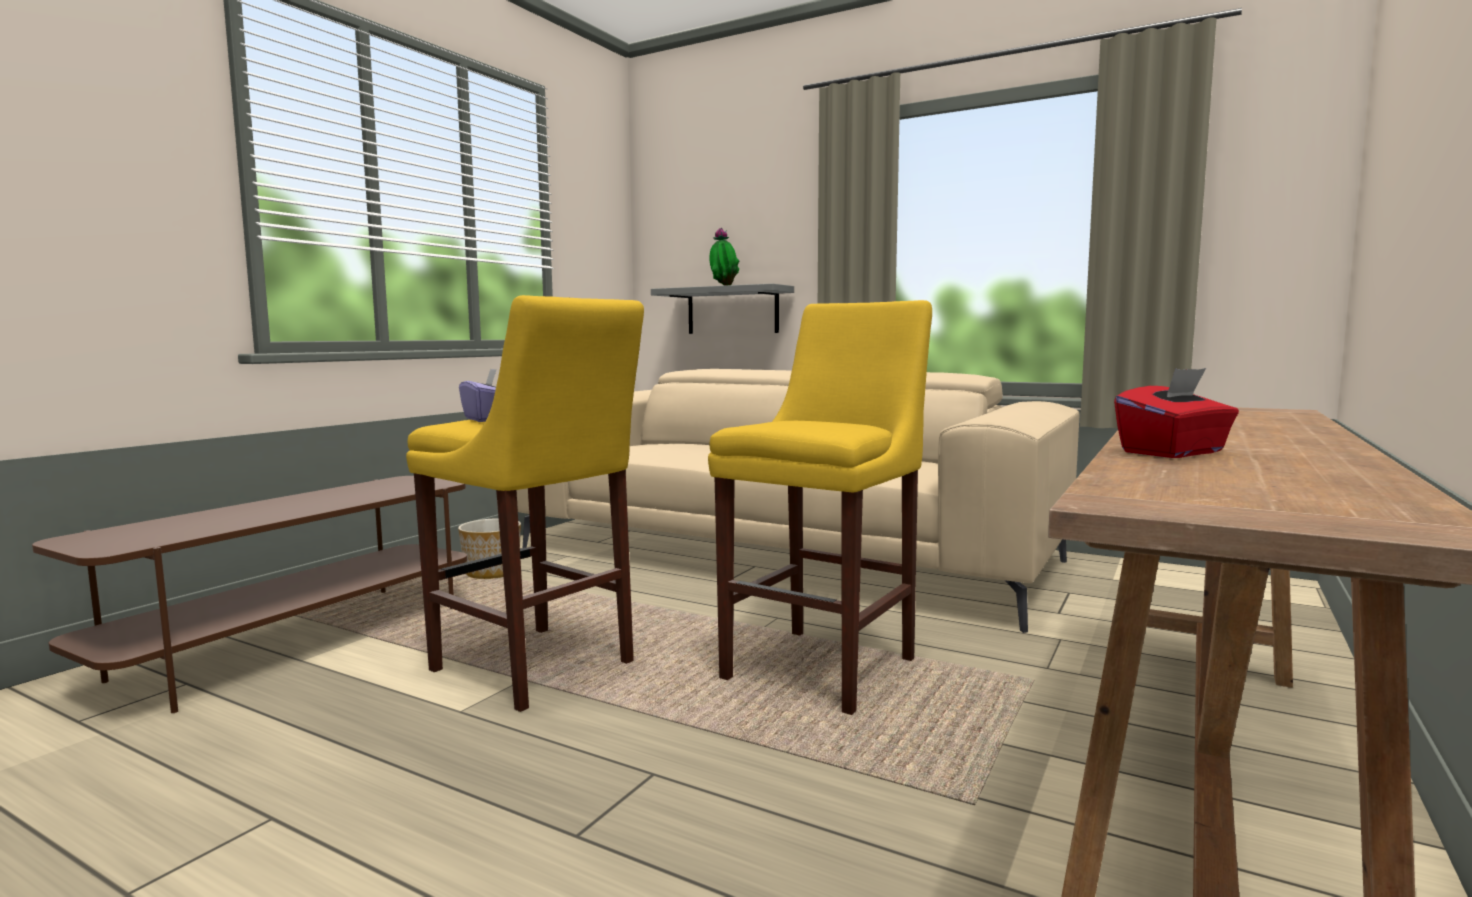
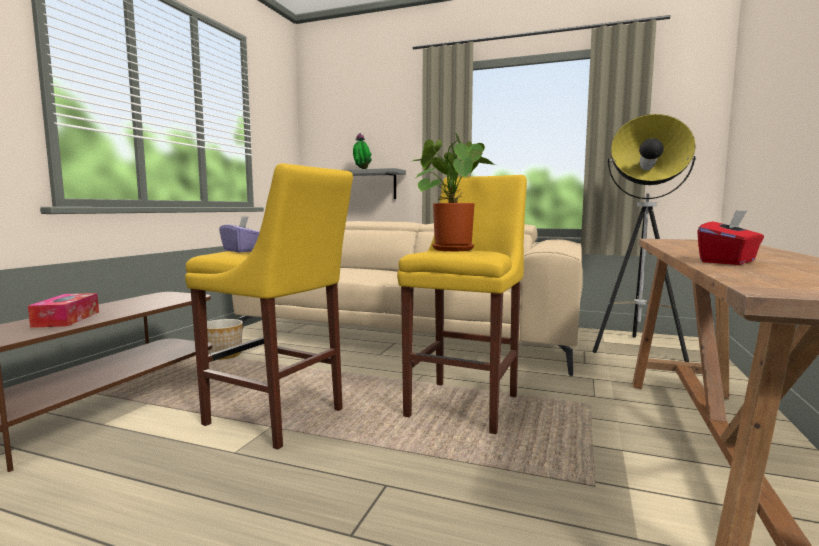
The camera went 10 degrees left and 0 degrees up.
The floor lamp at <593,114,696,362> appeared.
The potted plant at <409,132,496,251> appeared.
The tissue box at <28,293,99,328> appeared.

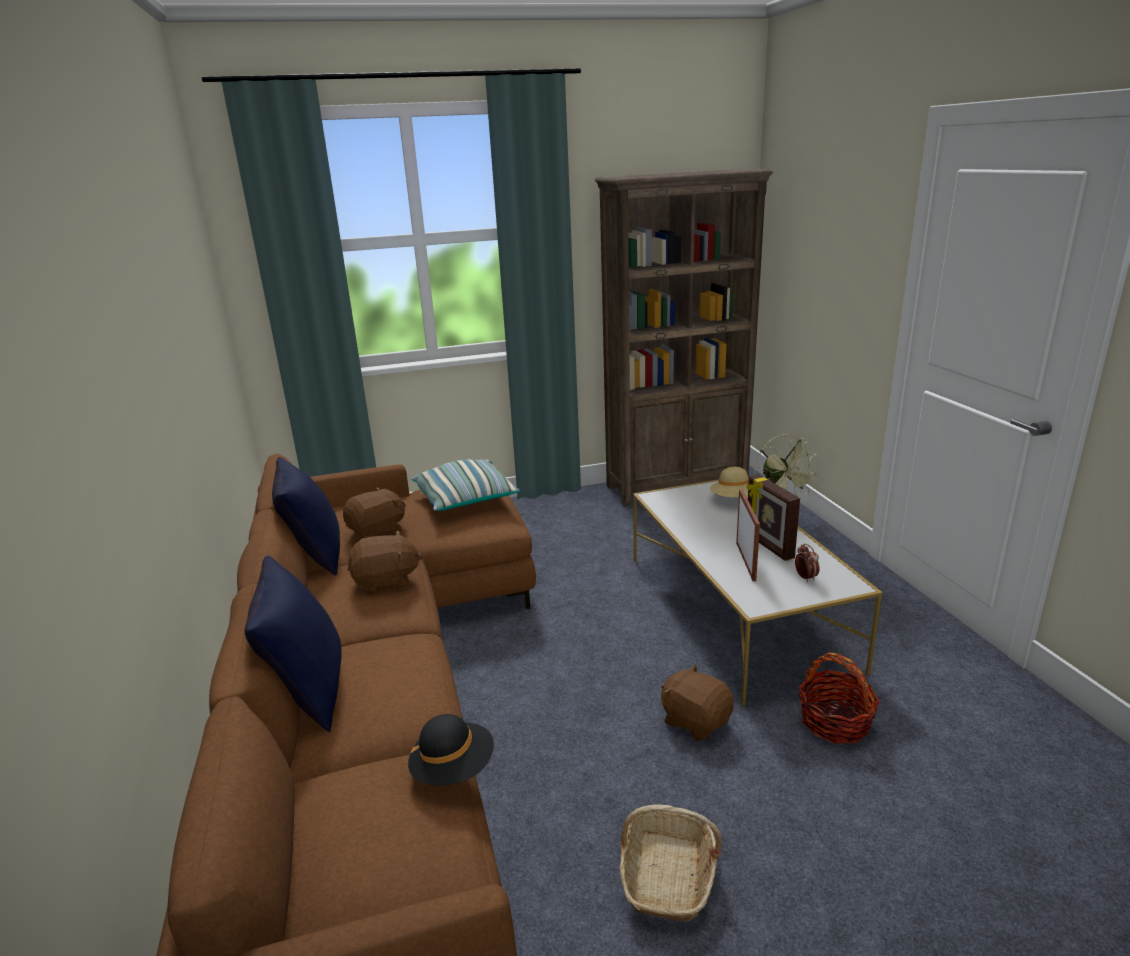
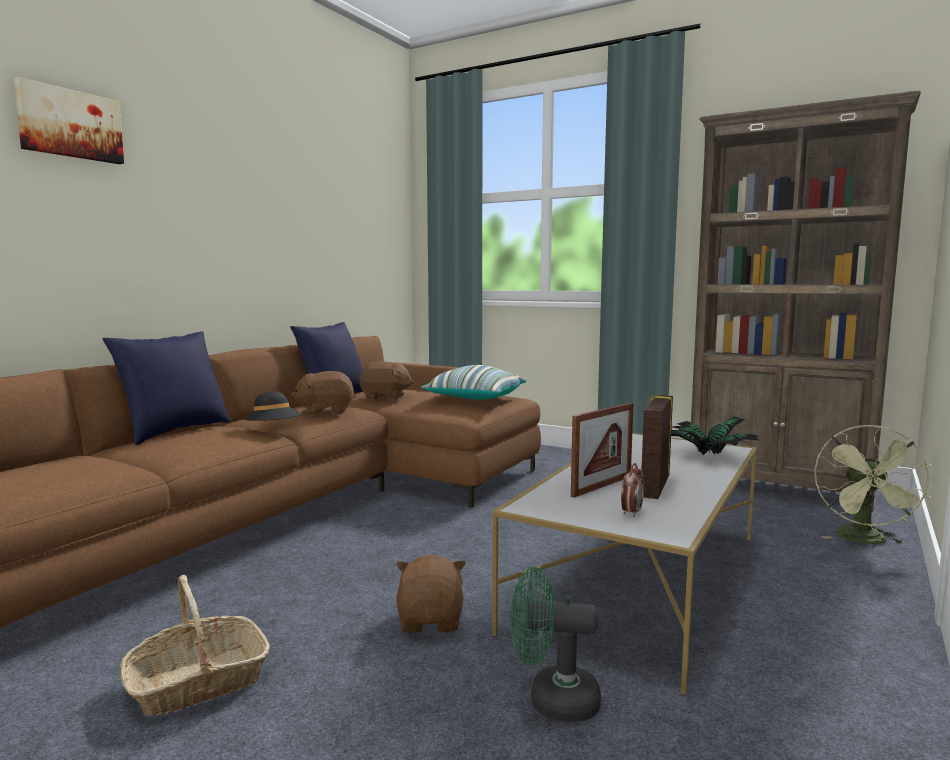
The camera went 45 degrees right and 15 degrees down.
The beige hat at <710,467,749,497> was replaced by the potted plant at <671,417,760,455>.
The brown plush toy at <348,530,423,594> turned 135 degrees clockwise.
The basket at <798,652,880,744> was replaced by the green fan at <510,567,601,722>.
The black hat moved from <408,714,494,786> to <244,391,302,425>.
The picture at <14,77,124,164> appeared.

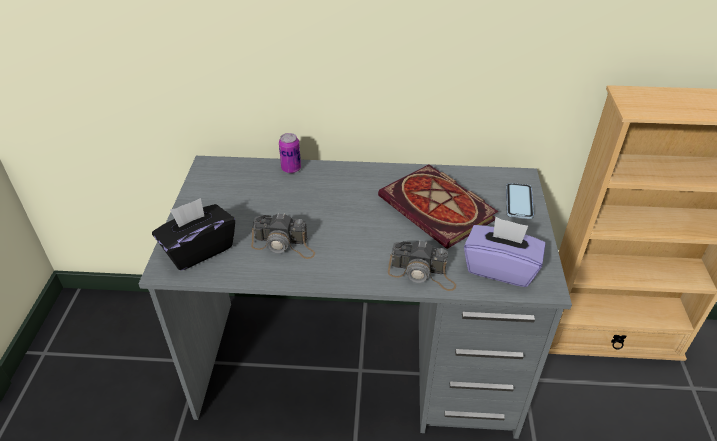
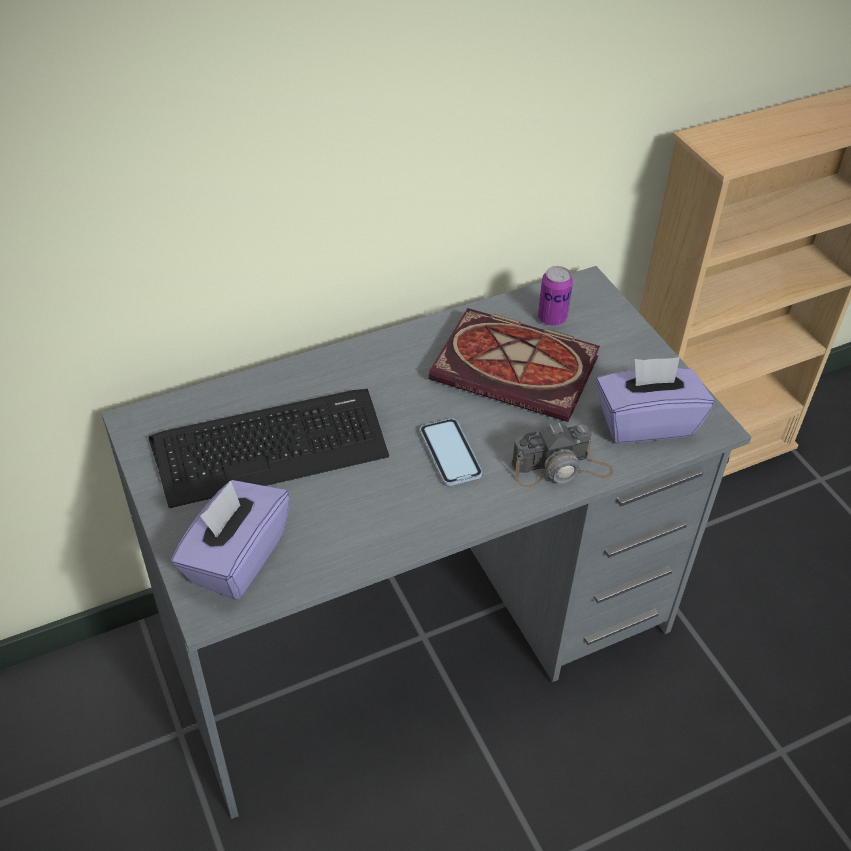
The camera went 30 degrees left and 5 degrees up.
The can moved from <279,133,301,173> to <538,266,573,326>.
The phone moved from <506,183,534,219> to <420,418,483,486>.
The black tissue box at <152,198,235,271> became the purple tissue box at <171,480,290,600>.
The photo camera at <251,213,315,259> disappeared.
The keyboard at <149,389,389,508> appeared.

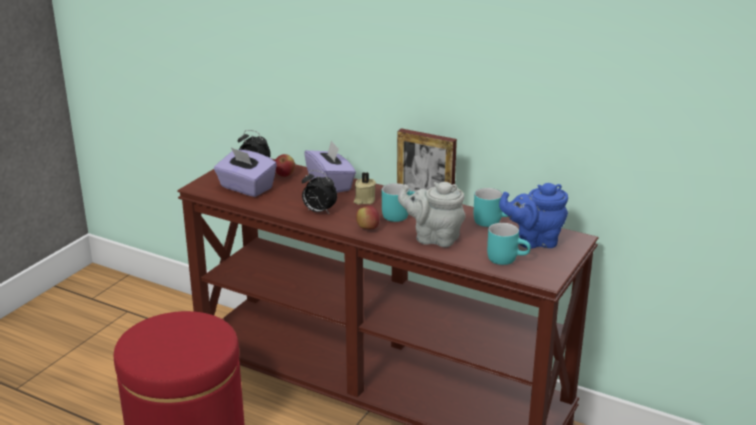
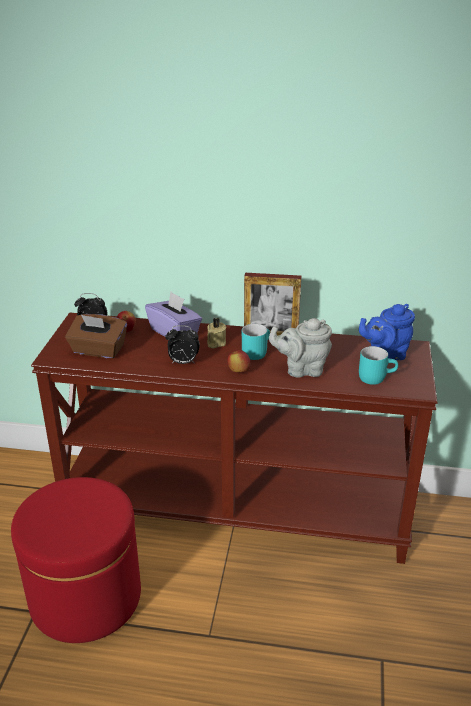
The camera went 20 degrees left and 5 degrees up.
The purple tissue box at <214,147,277,197> became the brown tissue box at <65,314,127,358>.
The turquoise mug at <474,188,508,227> disappeared.

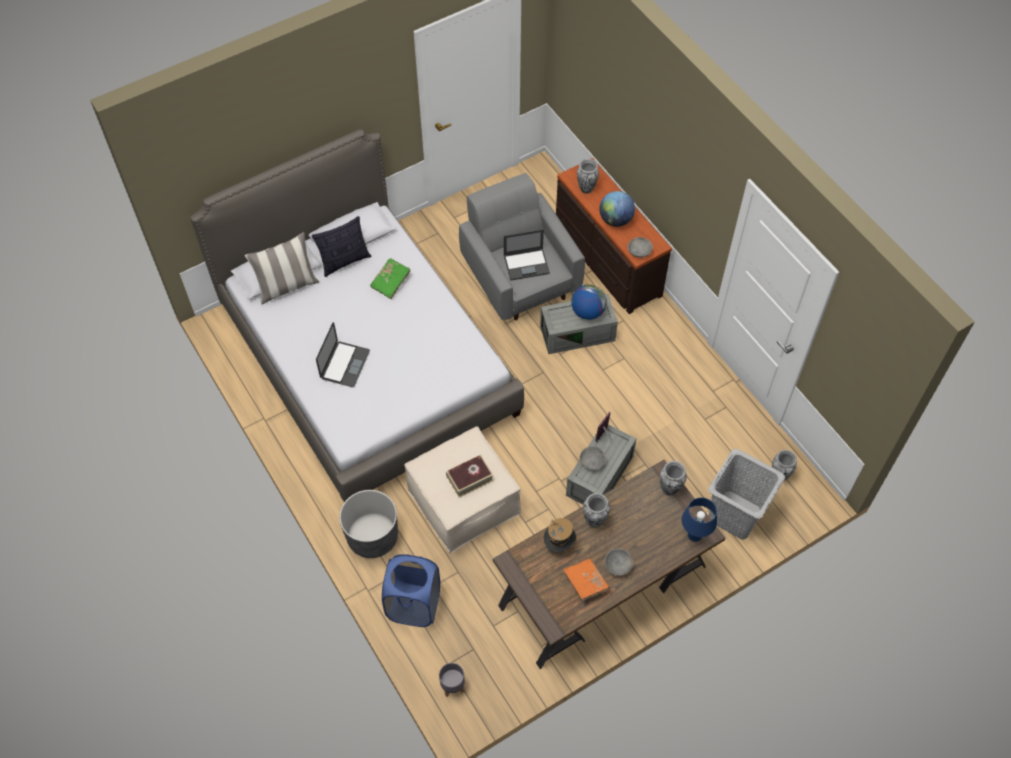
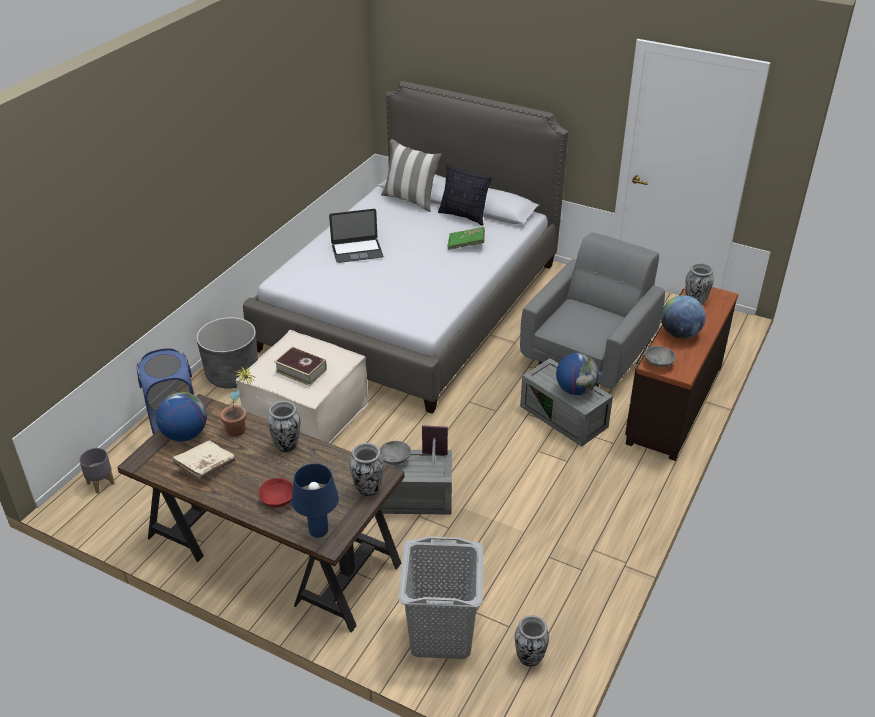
The camera went 60 degrees right and 20 degrees down.
The laptop at <504,229,550,281> disappeared.
The hat at <544,518,576,552> was replaced by the potted plant at <220,366,256,437>.
The grey bowl at <604,548,634,576> disappeared.
The orange book at <562,559,610,602> became the beige book at <172,440,235,479>.
The globe at <156,392,207,441> appeared.
The red bowl at <259,478,293,508> appeared.

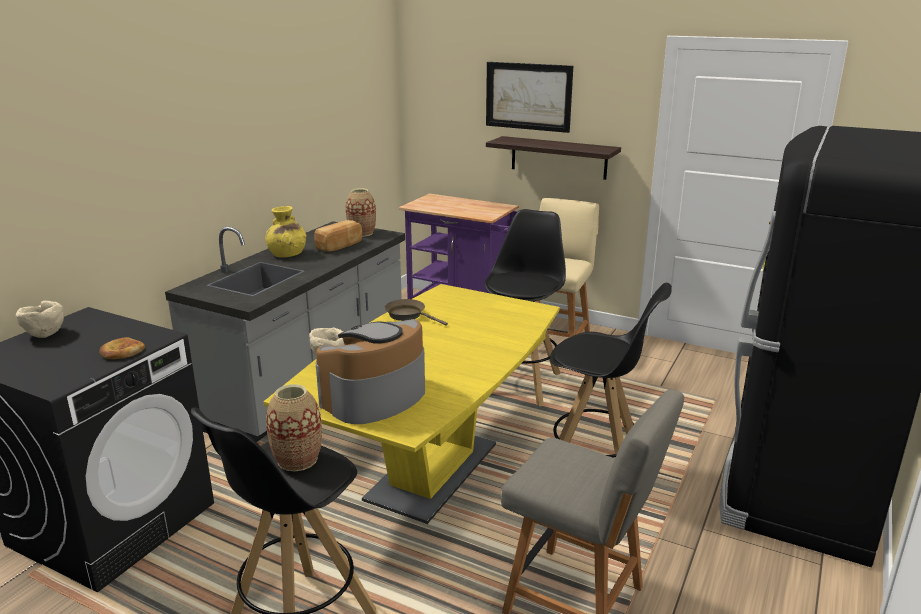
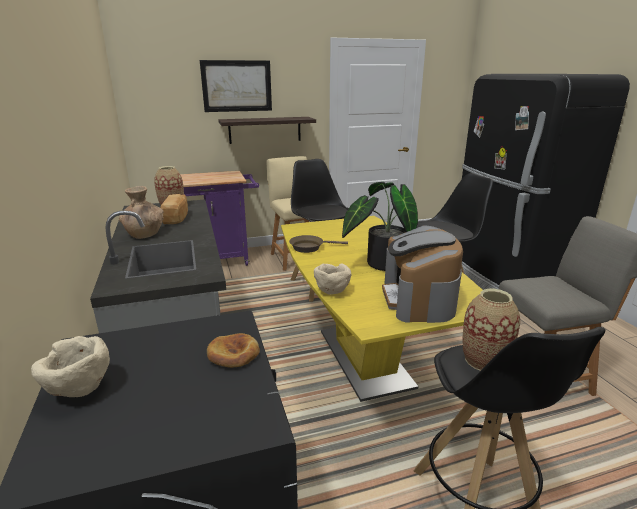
The camera went 45 degrees left and 0 degrees up.
The yellow vase at <265,206,307,257> became the brown vase at <119,186,164,239>.
The potted plant at <342,182,418,271> appeared.

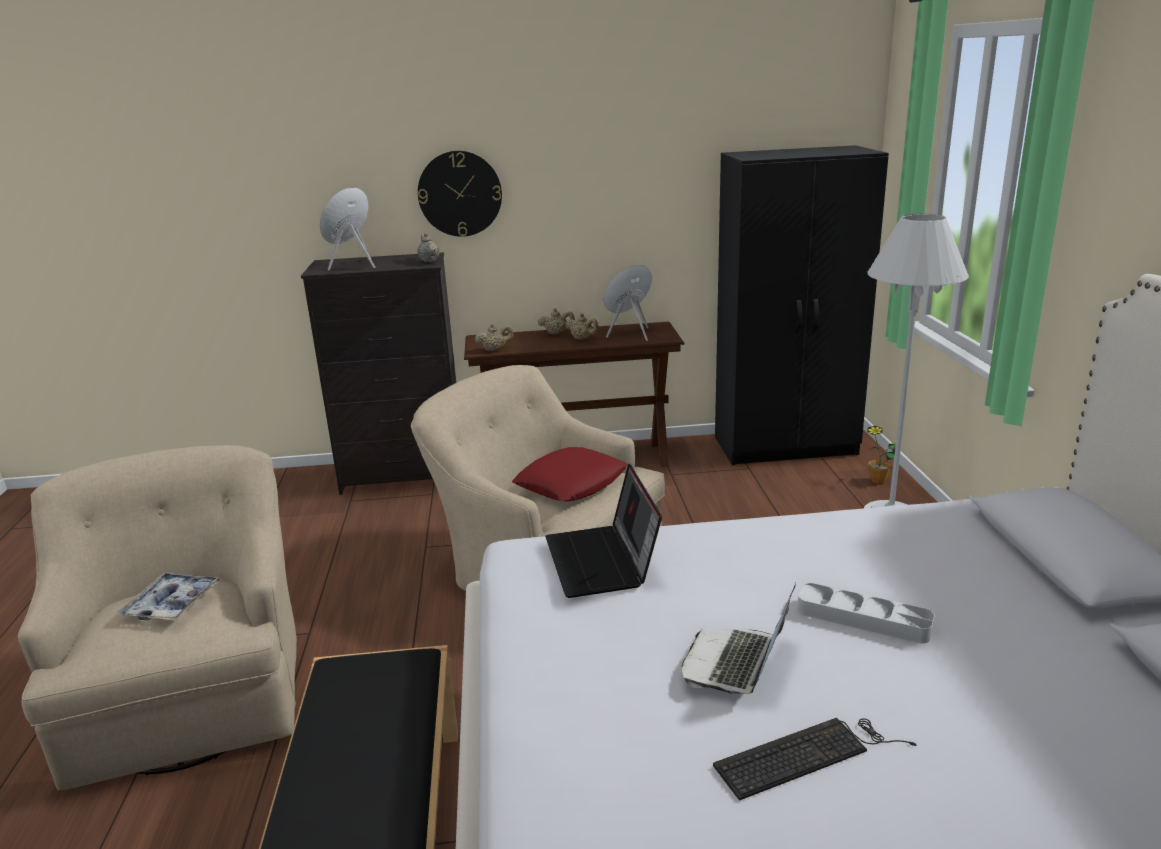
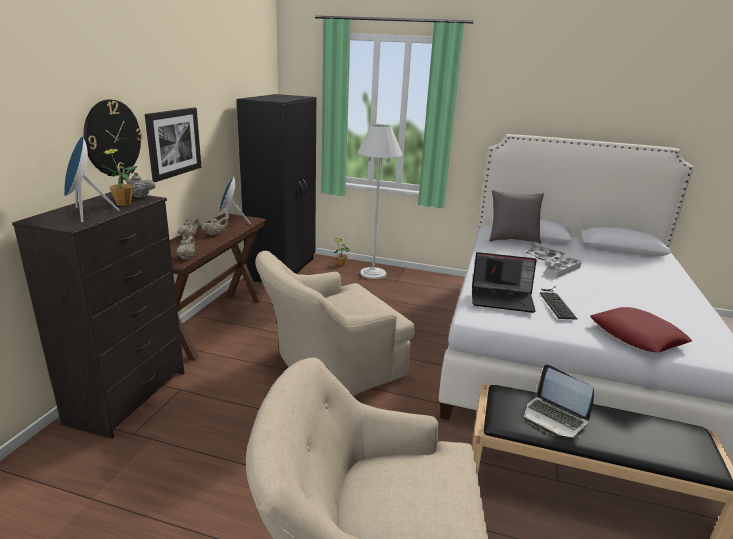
The camera went 70 degrees left and 0 degrees up.
The red pillow moved from <512,447,628,501> to <590,307,692,353>.
The tray moved from <117,573,222,621> to <524,246,566,262>.
The laptop moved from <682,583,796,694> to <524,364,594,438>.
The keyboard moved from <713,718,917,801> to <540,286,577,320>.
The picture at <145,108,201,182> appeared.
The potted plant at <99,148,137,206> appeared.
The grey pillow at <489,190,544,244> appeared.

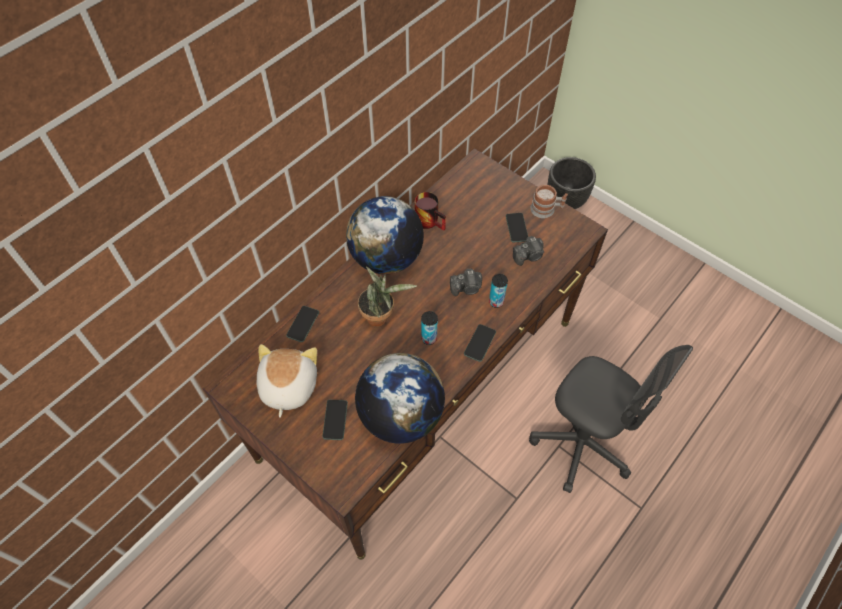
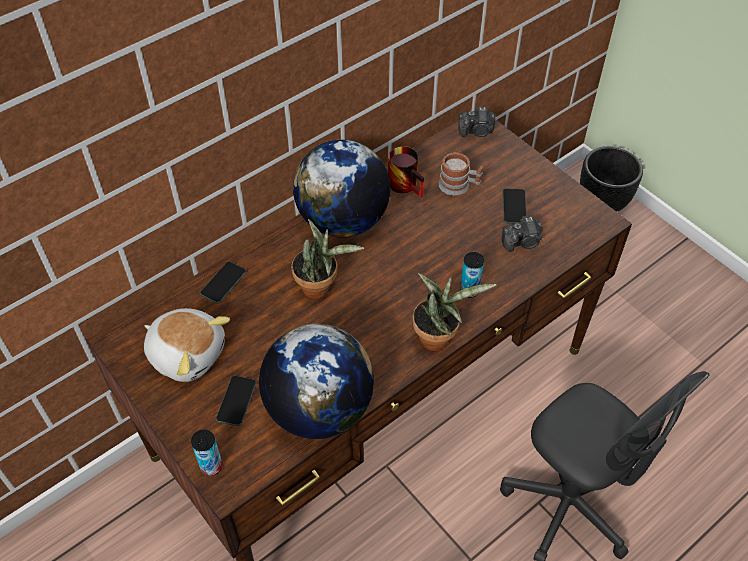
The camera went 10 degrees right and 5 degrees down.
The mug moved from <530,185,568,218> to <439,152,483,196>.
The photo camera moved from <450,268,482,296> to <459,107,495,137>.
The can moved from <421,311,438,345> to <191,430,222,476>.
The phone at <464,324,496,362> was replaced by the potted plant at <413,273,496,351>.
The plush toy at <256,344,317,418> turned 105 degrees clockwise.

